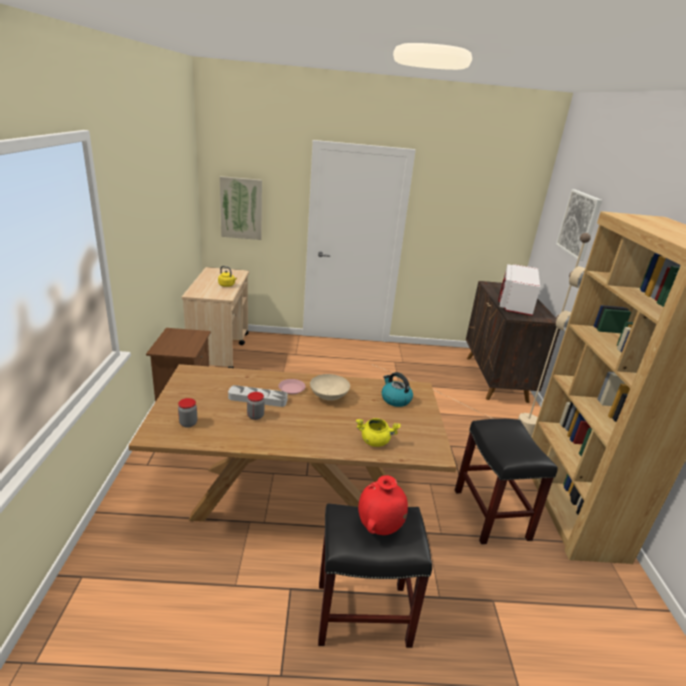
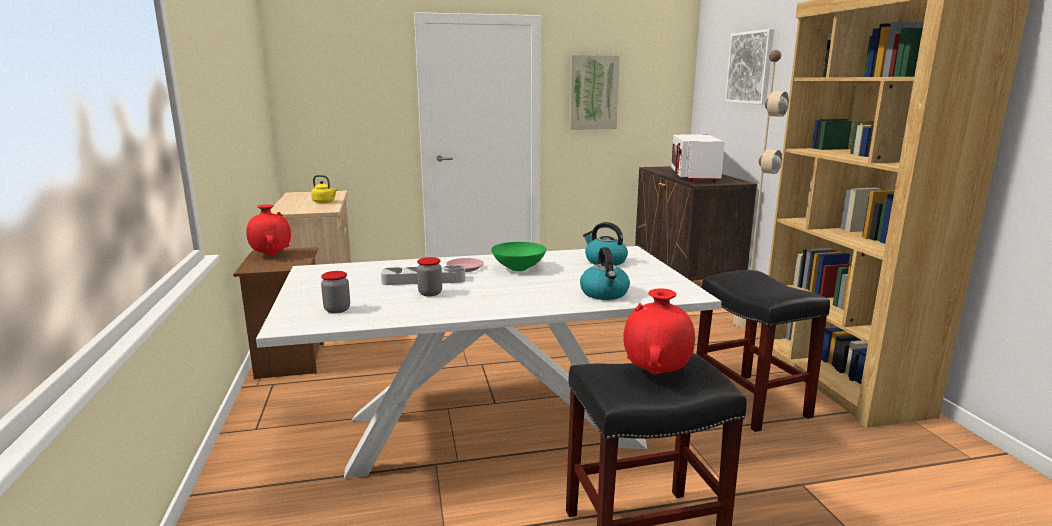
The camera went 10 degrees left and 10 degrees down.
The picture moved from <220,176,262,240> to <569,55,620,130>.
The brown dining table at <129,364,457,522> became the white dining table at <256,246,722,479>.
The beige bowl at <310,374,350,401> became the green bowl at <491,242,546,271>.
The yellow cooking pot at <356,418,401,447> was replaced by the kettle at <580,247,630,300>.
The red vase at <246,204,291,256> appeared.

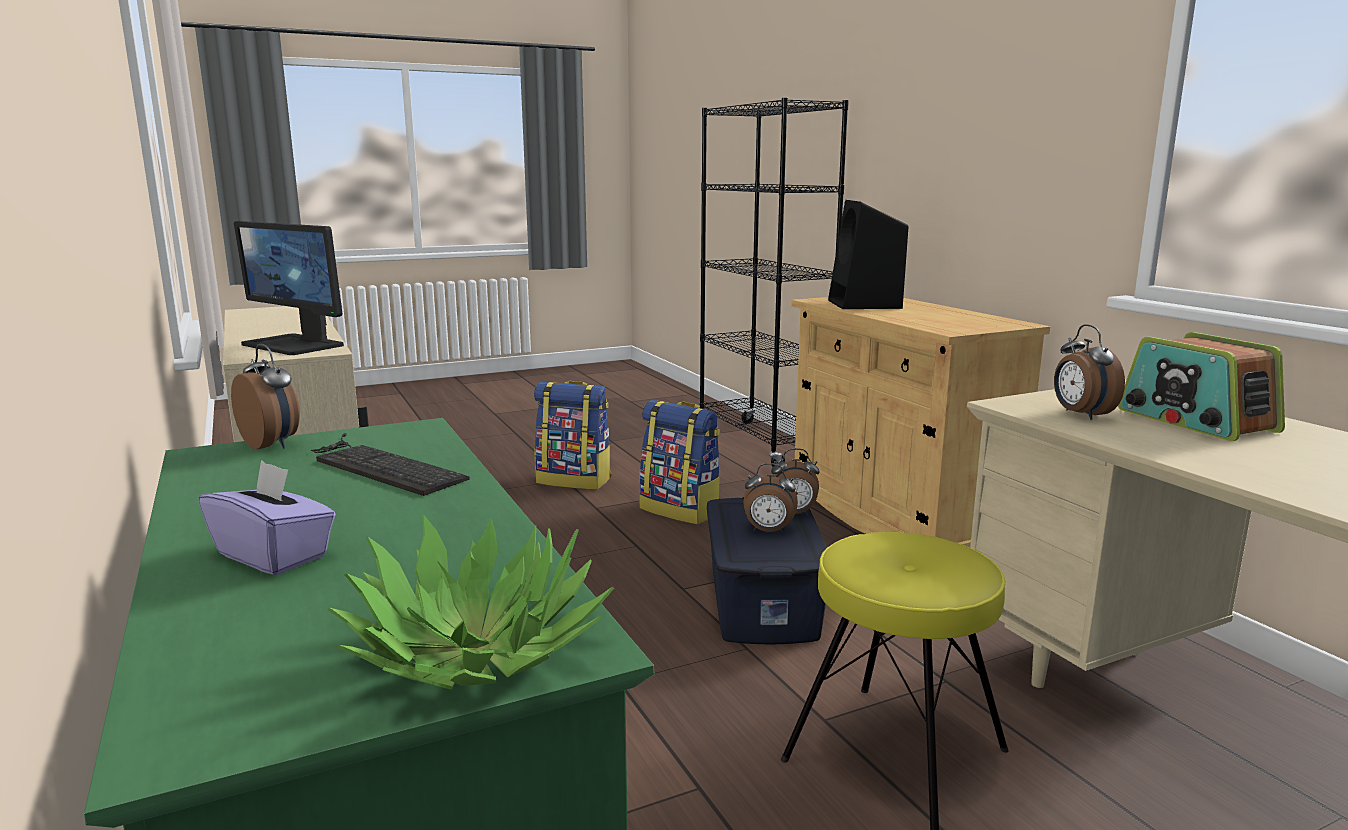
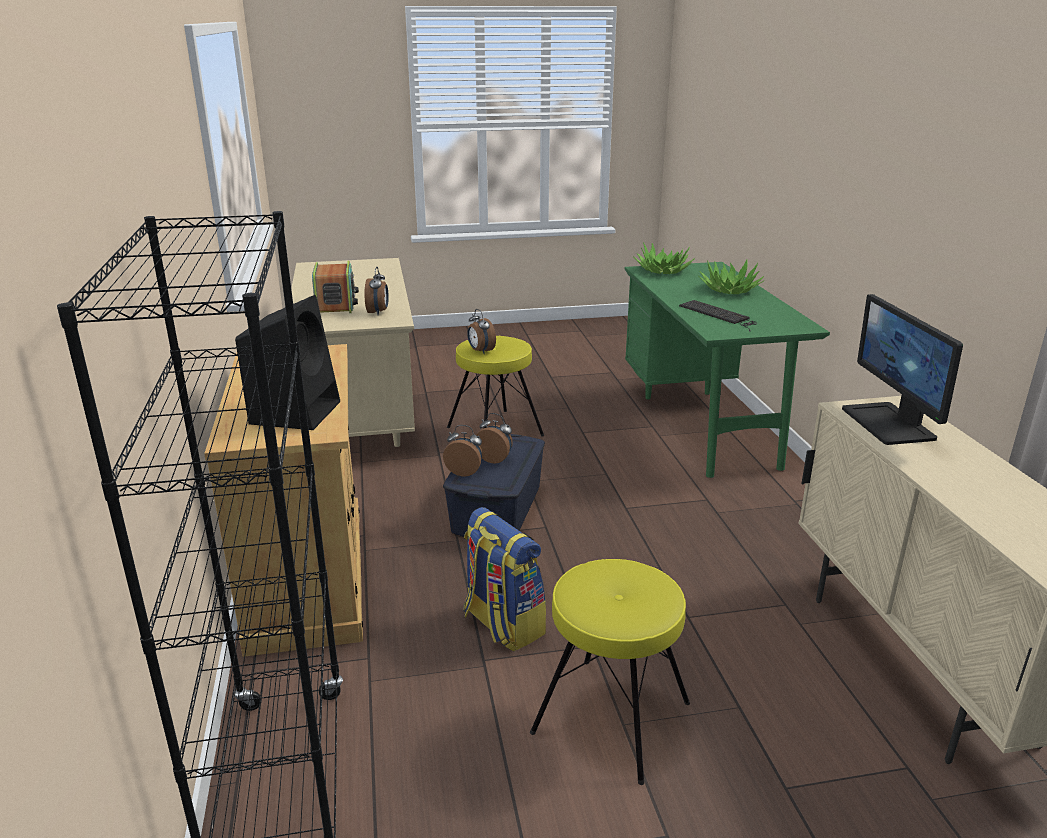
The camera went 165 degrees left and 10 degrees up.
The monitor at <234,221,344,355> turned 150 degrees counterclockwise.
The alarm clock moved from <231,344,300,449> to <467,309,496,354>.
The backpack at <534,381,611,490> was replaced by the yellow stool at <530,559,690,785>.
The purple tissue box at <199,460,336,575> was replaced by the potted plant at <698,260,764,294>.

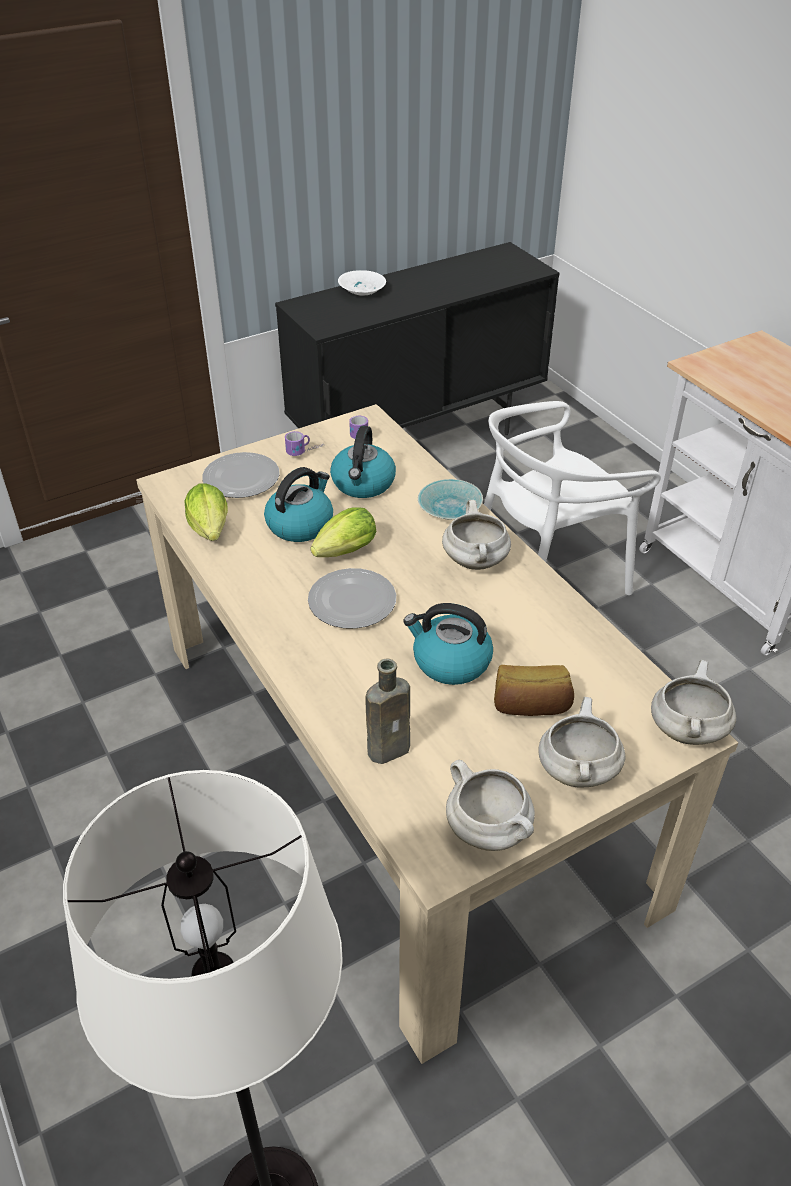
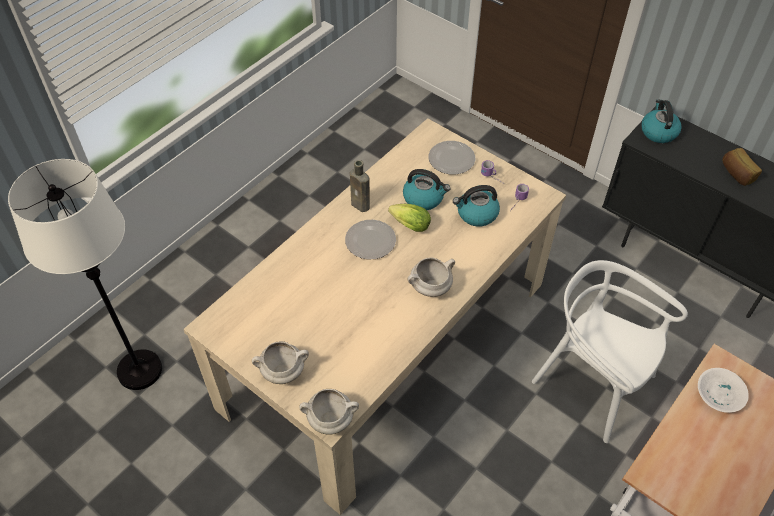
The camera went 70 degrees right and 10 degrees up.
The white bowl moved from <338,270,386,296> to <698,368,749,413>.
The turquoise bowl at <418,479,483,519> disappeared.
The lettuce at <185,483,228,541> disappeared.
The kettle moved from <403,603,493,685> to <641,99,682,143>.
The brown bottle moved from <365,658,410,764> to <350,160,370,212>.
The bread moved from <494,665,574,716> to <722,148,762,186>.
The white cooking pot at <446,760,535,851> disappeared.

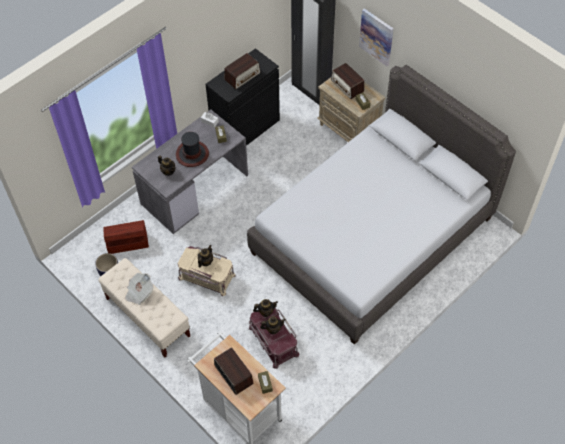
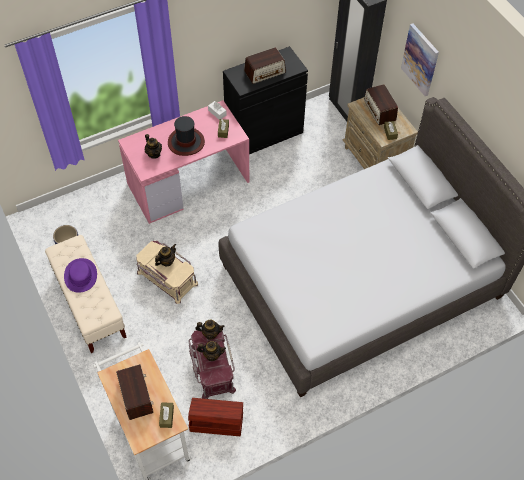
The camera went 15 degrees right and 0 degrees up.
The grey desk at <132,110,248,234> became the pink desk at <118,100,249,224>.
The brown storage box moved from <104,220,149,254> to <188,398,243,436>.
The newspaper at <125,273,153,305> was replaced by the purple hat at <64,258,97,293>.

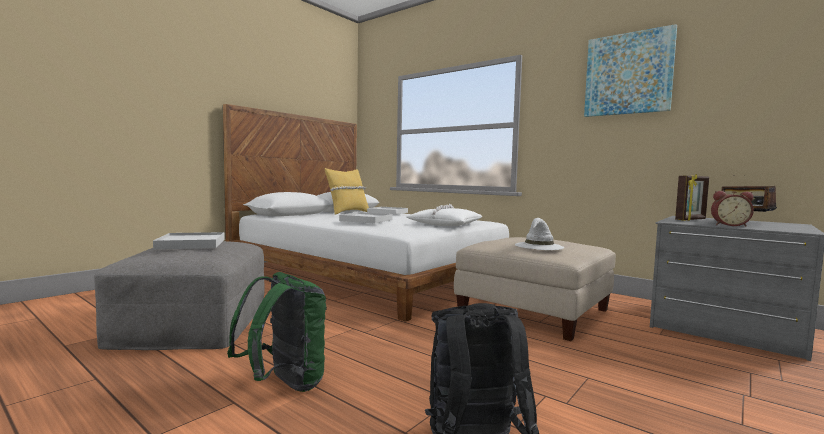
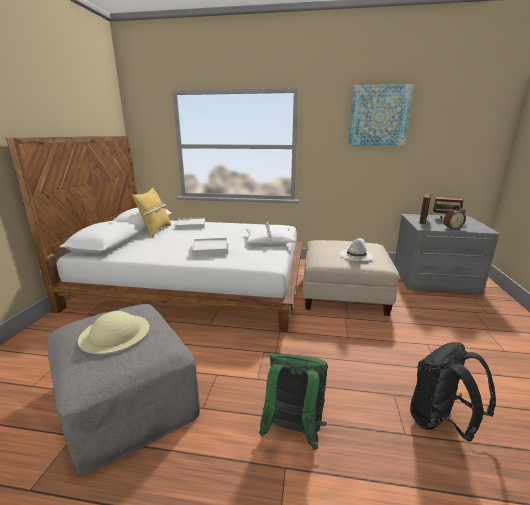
The camera went 30 degrees left and 15 degrees up.
The white tray at <153,232,225,250> was replaced by the beige hat at <78,311,150,354>.

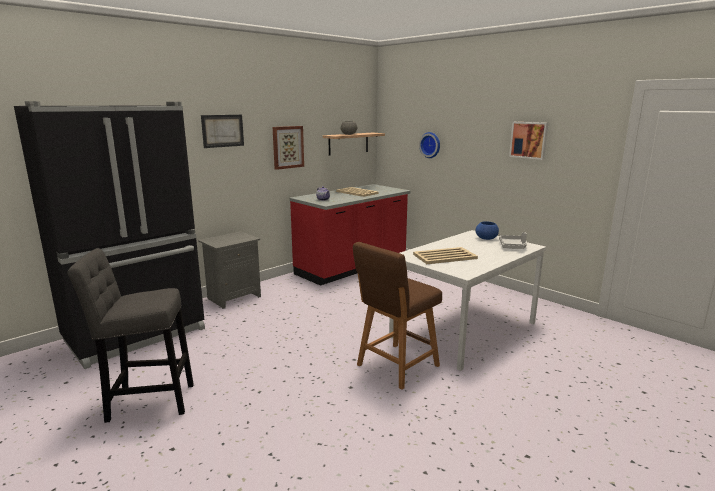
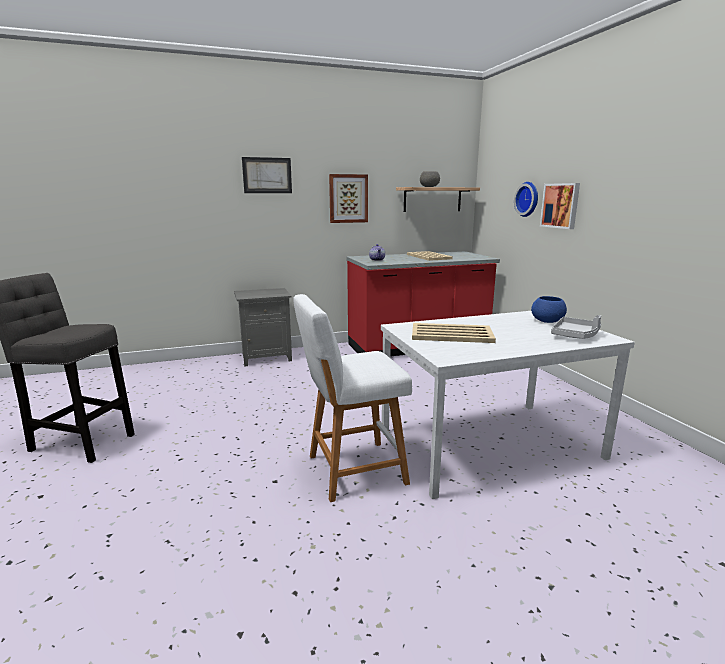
The camera went 25 degrees right and 0 degrees up.
The black fridge at <14,101,205,369> disappeared.
The picture moved from <509,122,548,160> to <540,183,580,229>.
The brown stool at <353,242,442,390> became the white stool at <293,294,412,502>.

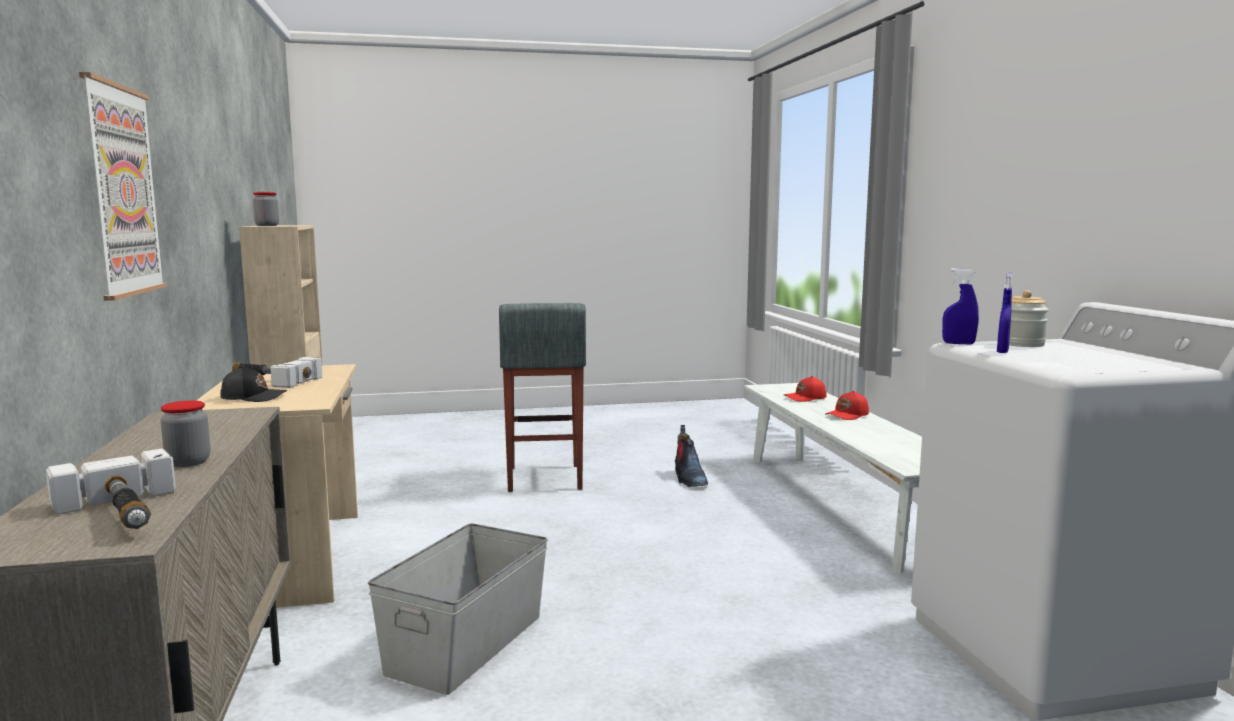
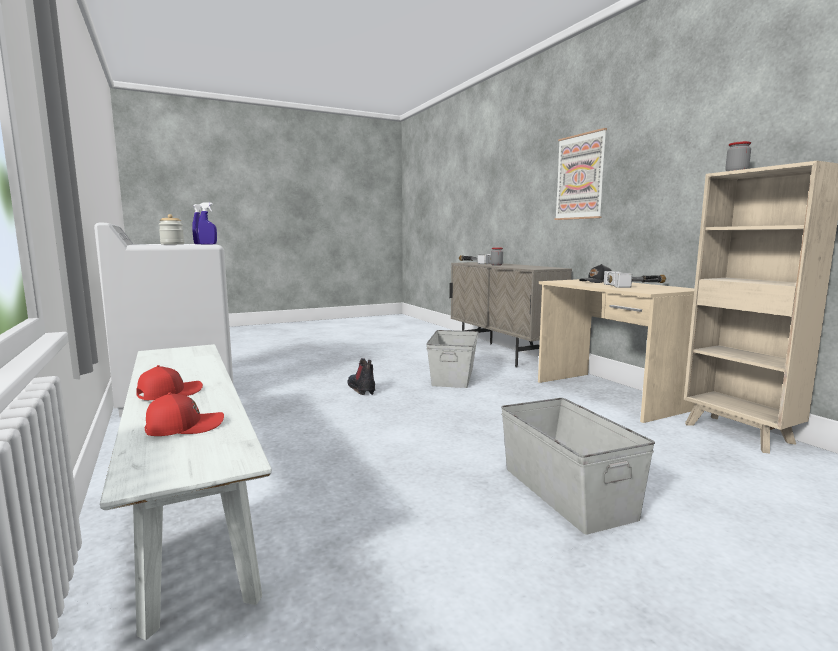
The camera went 165 degrees right and 0 degrees up.
The grey stool at <499,303,586,492> was replaced by the grey storage box at <501,398,655,535>.
The boot moved from <675,425,708,487> to <348,358,375,395>.

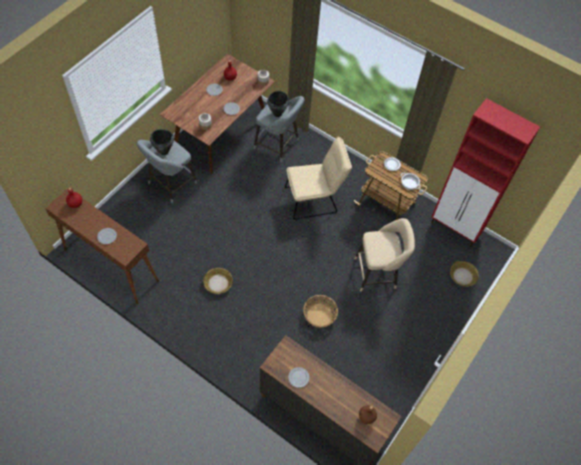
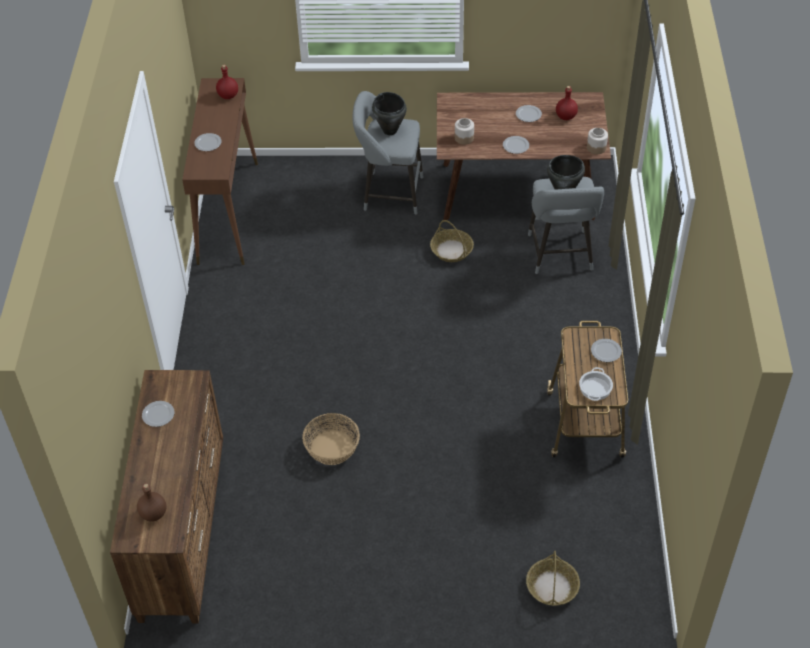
The camera went 60 degrees right and 10 degrees down.
The red cabinet at <431,98,540,246> disappeared.
The beige chair at <285,137,352,220> disappeared.
The beige stool at <355,218,415,292> disappeared.
The basket moved from <203,268,233,294> to <430,220,474,262>.

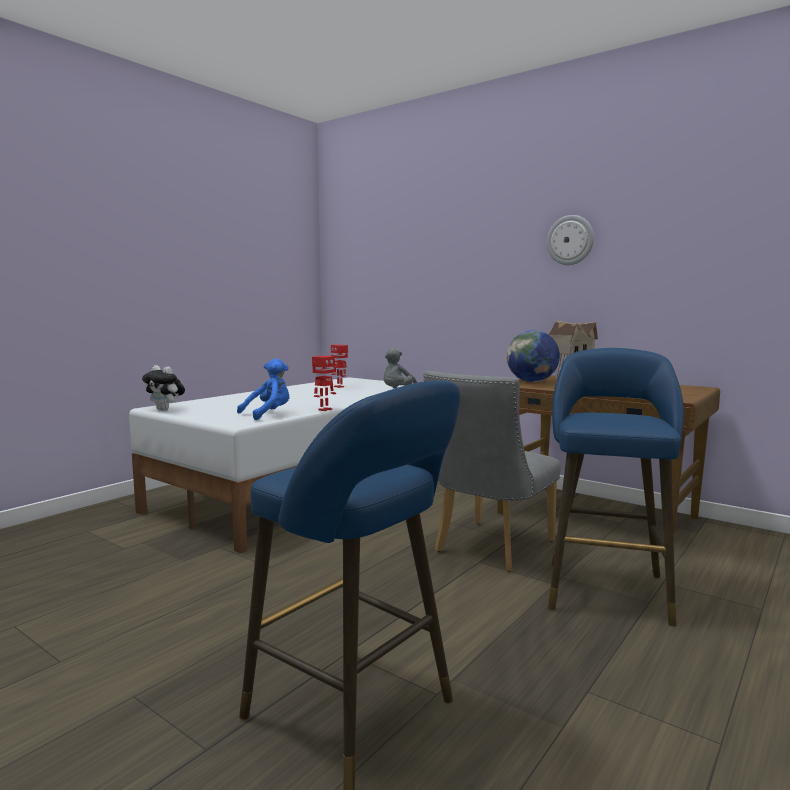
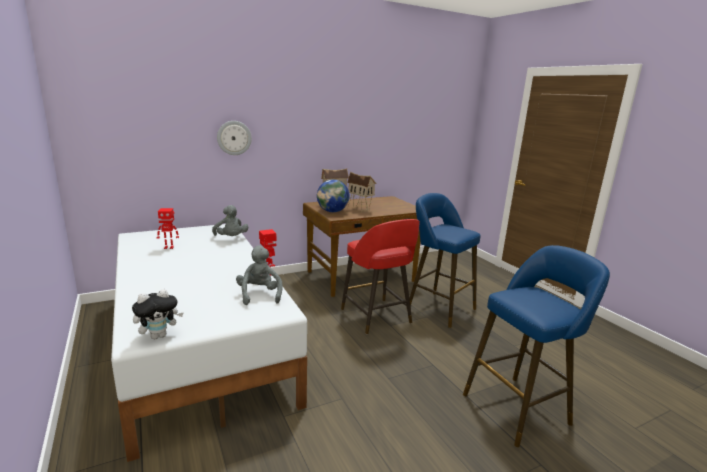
The camera went 65 degrees left and 10 degrees up.
The wall clock moved from <547,215,594,265> to <217,121,252,155>.
The blue plush toy at <237,359,289,420> became the grey plush toy at <236,245,283,305>.
The grey chair at <424,371,561,572> was replaced by the red stool at <341,219,420,334>.

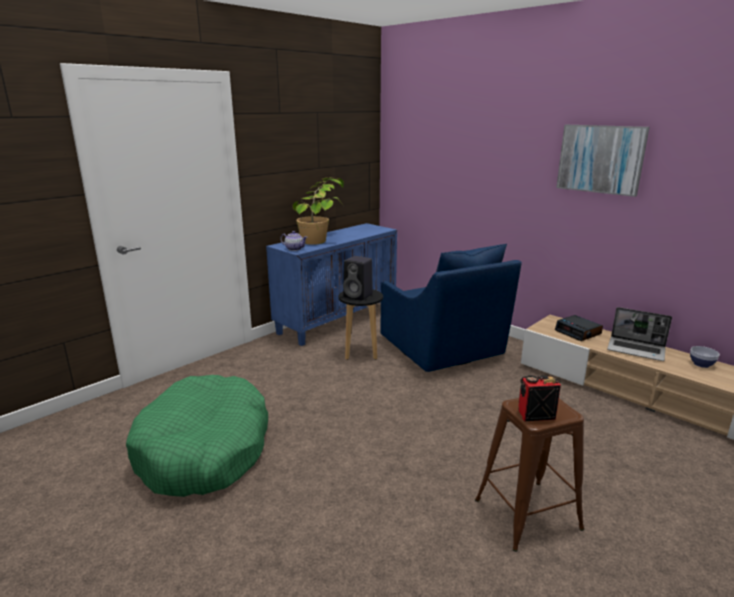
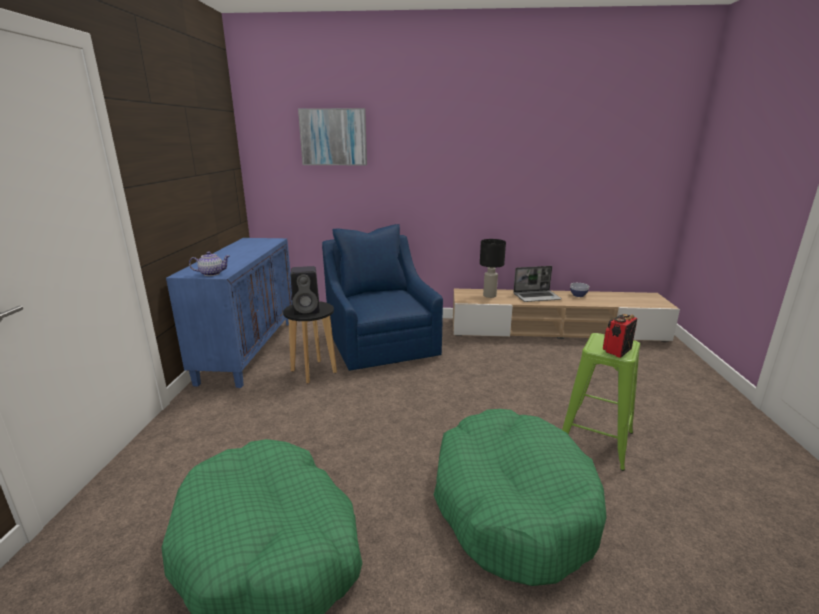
The camera went 40 degrees left and 0 degrees up.
The picture moved from <556,125,650,197> to <298,108,367,165>.
The potted plant at <292,177,344,245> disappeared.
The blue armchair at <380,244,522,372> turned 135 degrees counterclockwise.
The alarm clock at <555,315,603,341> was replaced by the black table lamp at <480,239,506,298>.
The brown stool at <475,398,584,552> became the green stool at <562,333,640,471>.
The green dog bed at <434,409,607,586> appeared.

